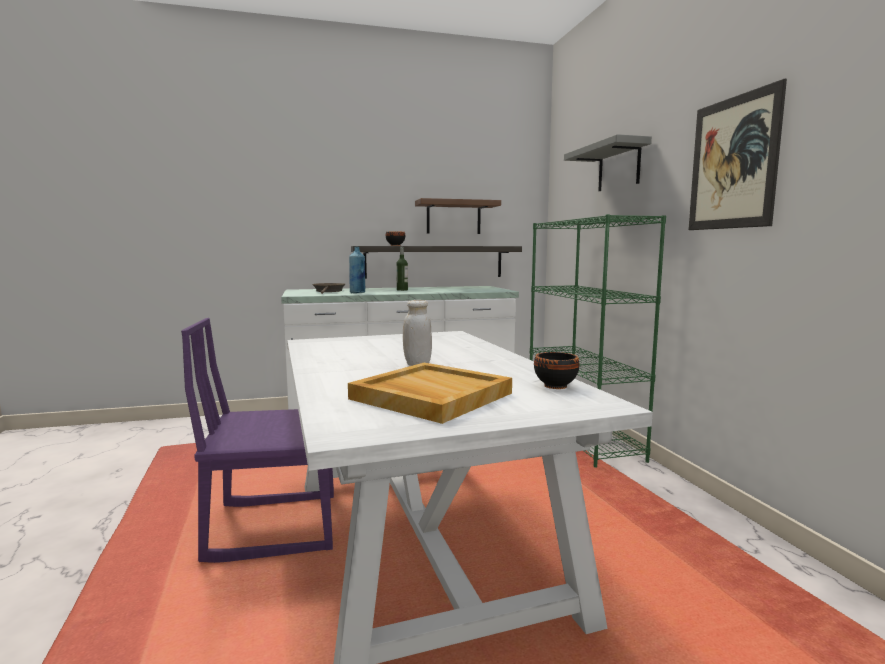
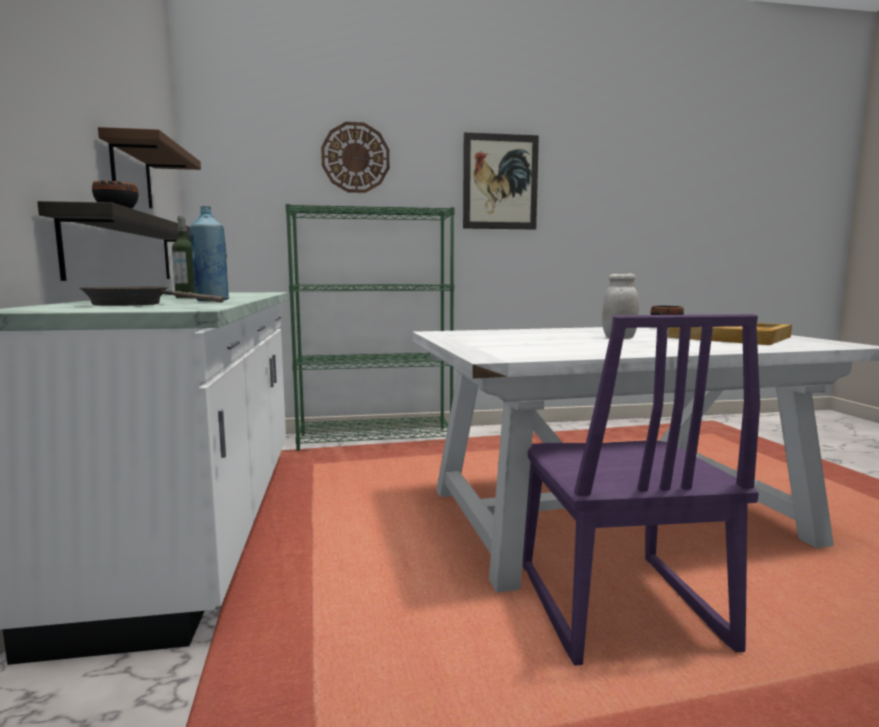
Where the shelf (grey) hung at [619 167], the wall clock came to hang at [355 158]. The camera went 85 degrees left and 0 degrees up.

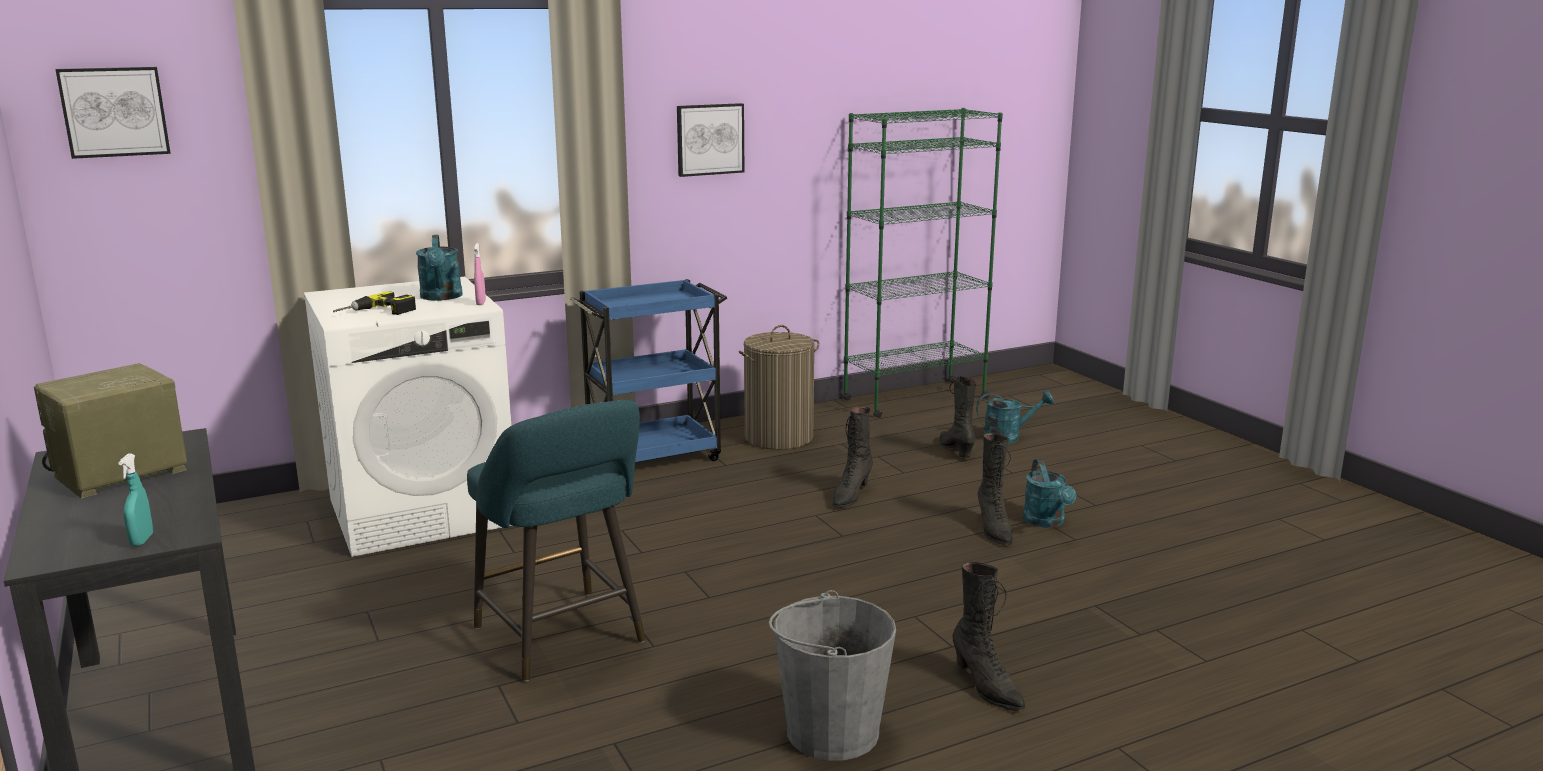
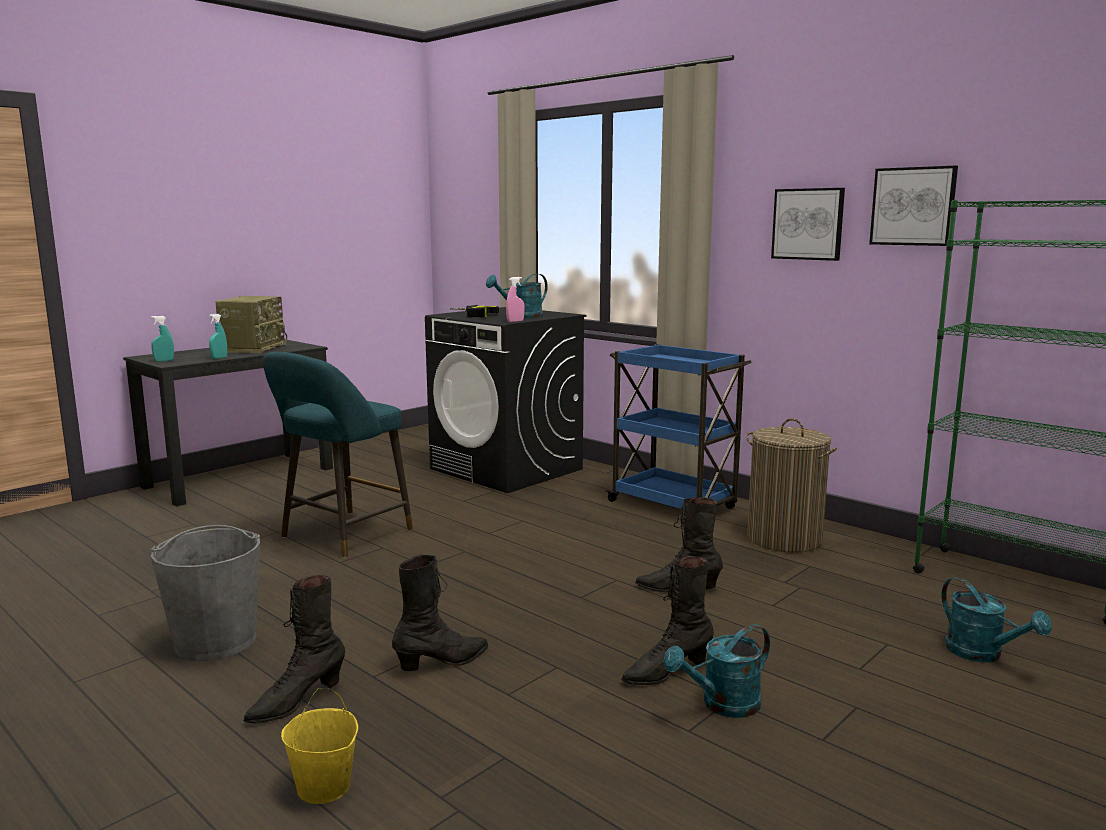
The second view gained the spray bottle (turquoise) at [219 358]. The second view gained the bucket (yellow) at [324 787]. The picture ended up elsewhere, having gone from [114 112] to [913 206]. The boot (black) ended up elsewhere, having gone from [956 450] to [443 662]. What was the washing machine (white) at [423 511] turned into the washing machine (black) at [507 469]. The radio at [119 474] ended up facing another way, 75 degrees clockwise from before. The camera went 70 degrees right and 5 degrees down.

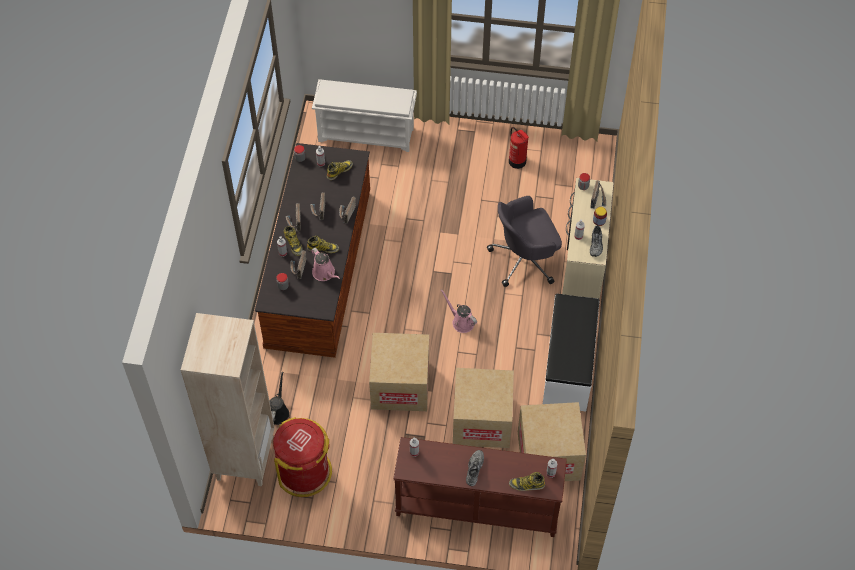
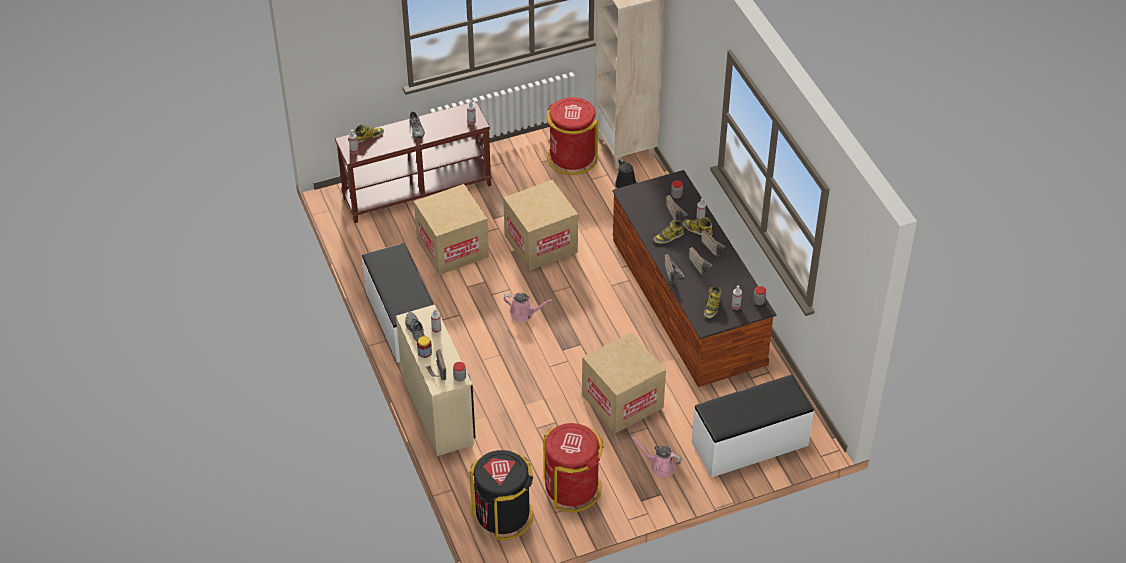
The second view lost the office chair (grey) at [525 259]. The second view gained the trash can (black) at [503 515]. The watering can (pink) ended up elsewhere, having gone from [325 273] to [660 466]. The cardboard box ended up elsewhere, having gone from [548 456] to [622 401]. Where the shoe rack (white) stood at [367 134], the bench (white) came to stand at [750 444]. Where the fire extinguisher stood at [517 162], the trash can (red) came to stand at [572 488]. The camera went 150 degrees right and 10 degrees down.

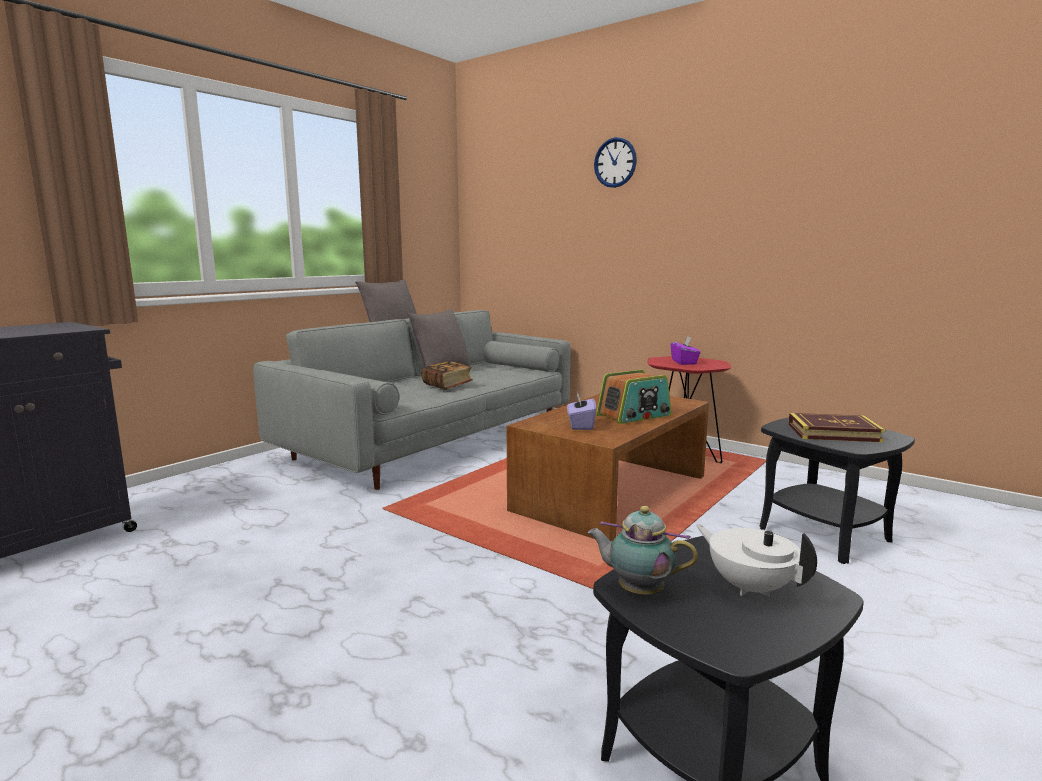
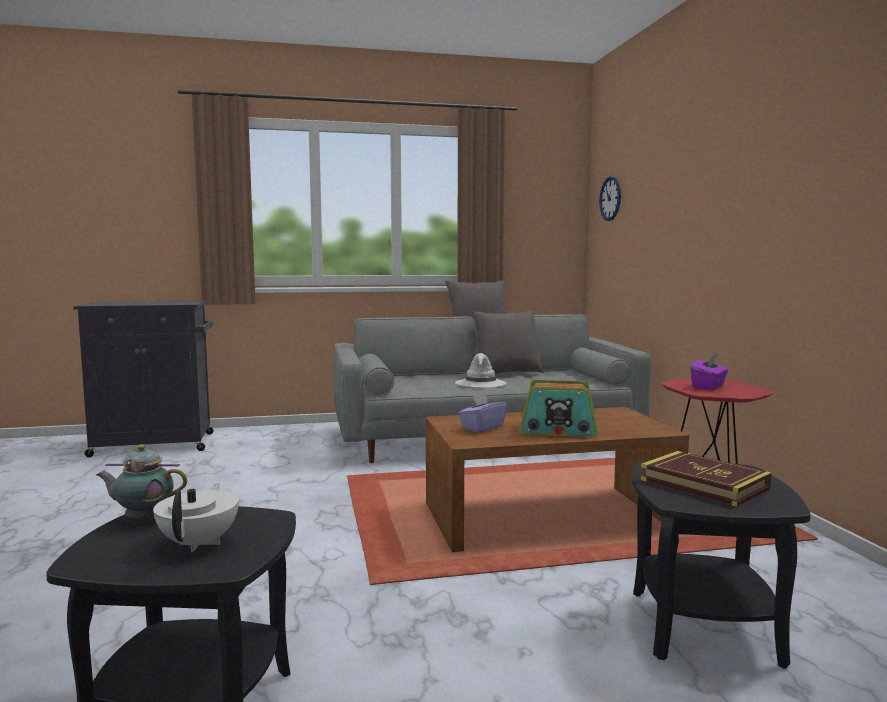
The wall clock ended up elsewhere, having gone from [615 162] to [610 198]. Where the book stood at [447 386], the hat (white) came to stand at [481 383]. The teapot at [637 591] ended up facing another way, 60 degrees counterclockwise from before. The camera went 40 degrees right and 5 degrees down.

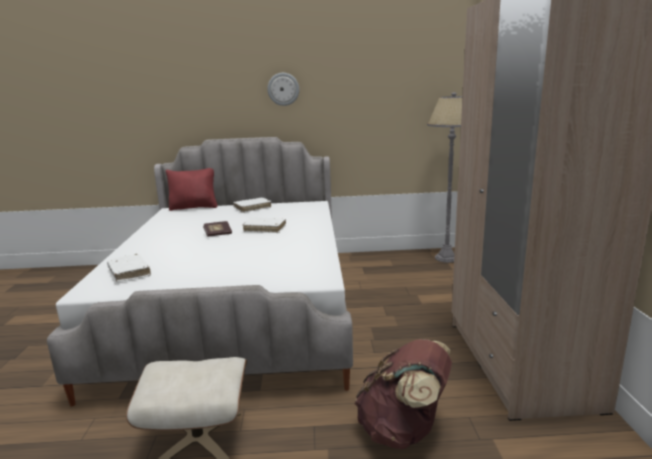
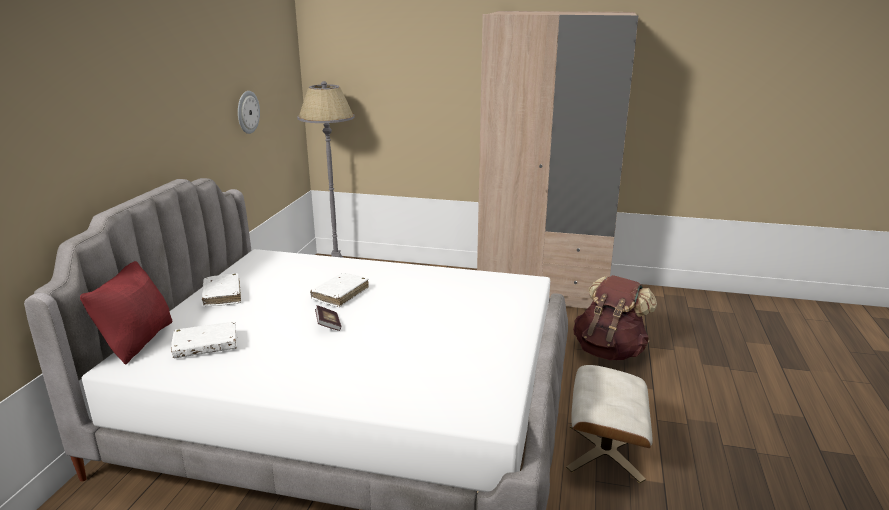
The book (white) ended up elsewhere, having gone from [129 273] to [206 346]. The wall clock ended up elsewhere, having gone from [283 89] to [247 112]. The camera went 75 degrees left and 5 degrees up.

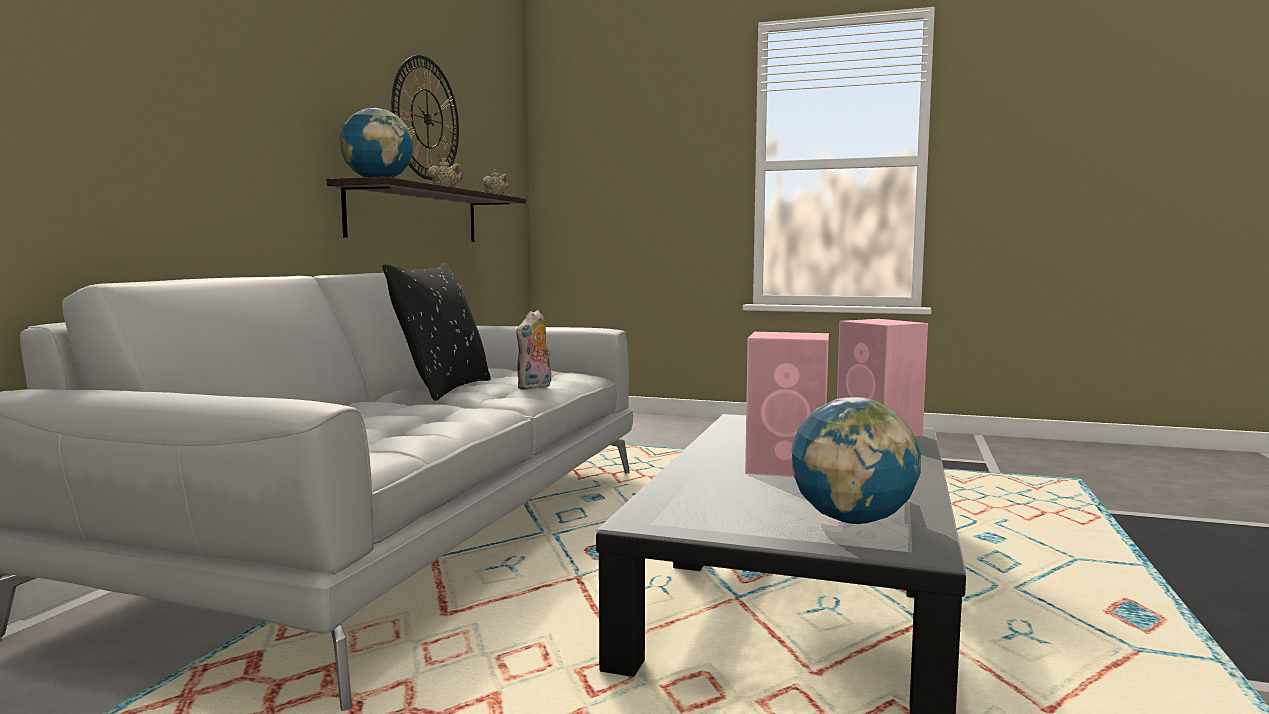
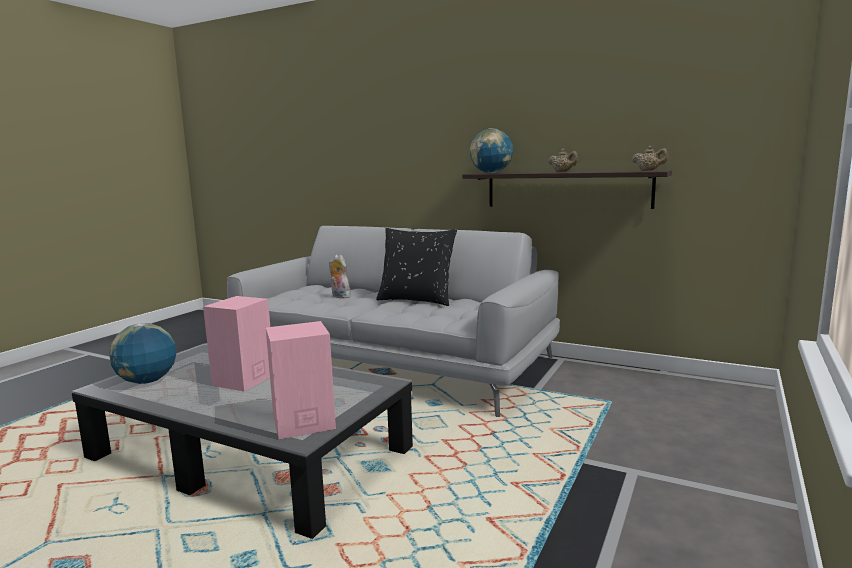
The second view lost the wall clock at [426 119]. The plush toy ended up elsewhere, having gone from [535 387] to [339 296]. The camera went 100 degrees right and 5 degrees up.

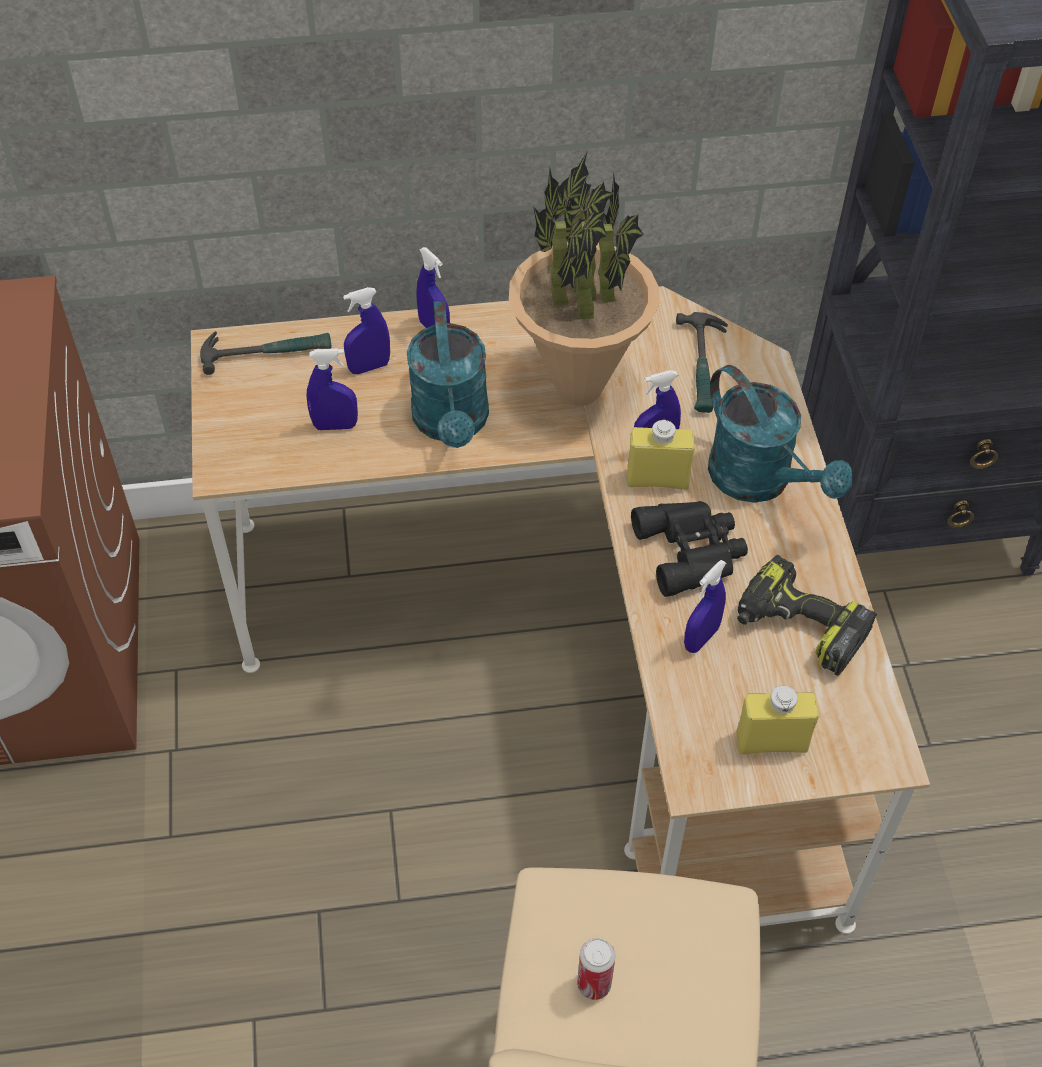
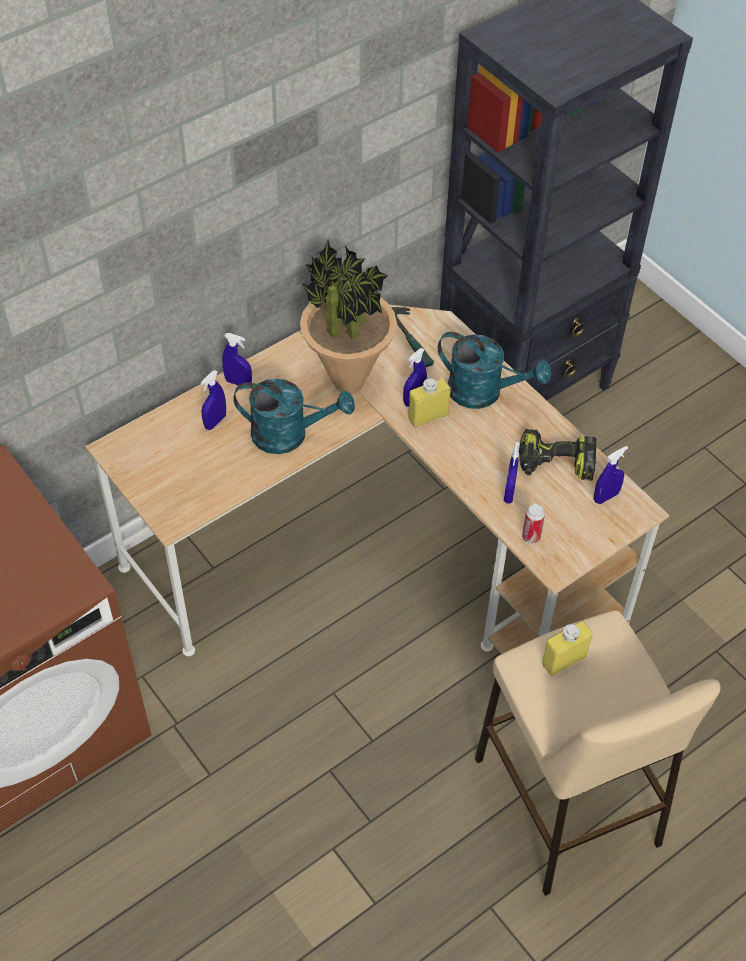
The second view lost the hammer at [267 352]. The second view lost the binoculars (black) at [692 550]. The spray bottle (blue) ended up elsewhere, having gone from [335 425] to [606 497]. The can ended up elsewhere, having gone from [594 984] to [531 537]. The bottle (yellow) ended up elsewhere, having gone from [771 742] to [564 660]. The watering can (turquoise) at [452 424] ended up facing another way, 45 degrees counterclockwise from before. The camera went 30 degrees left and 0 degrees up.

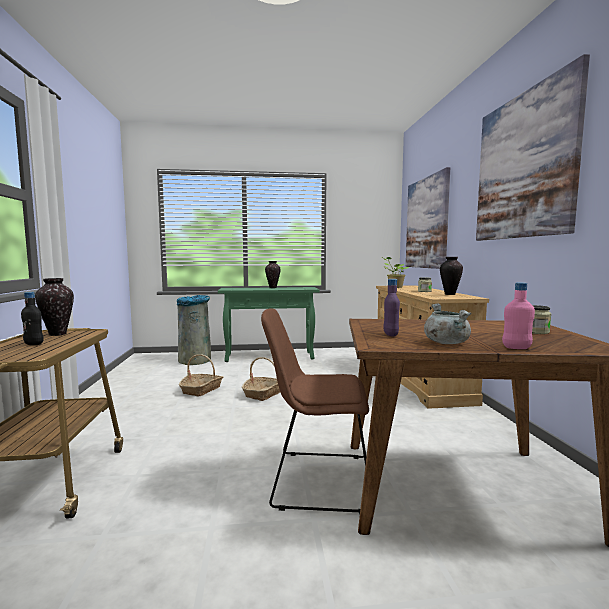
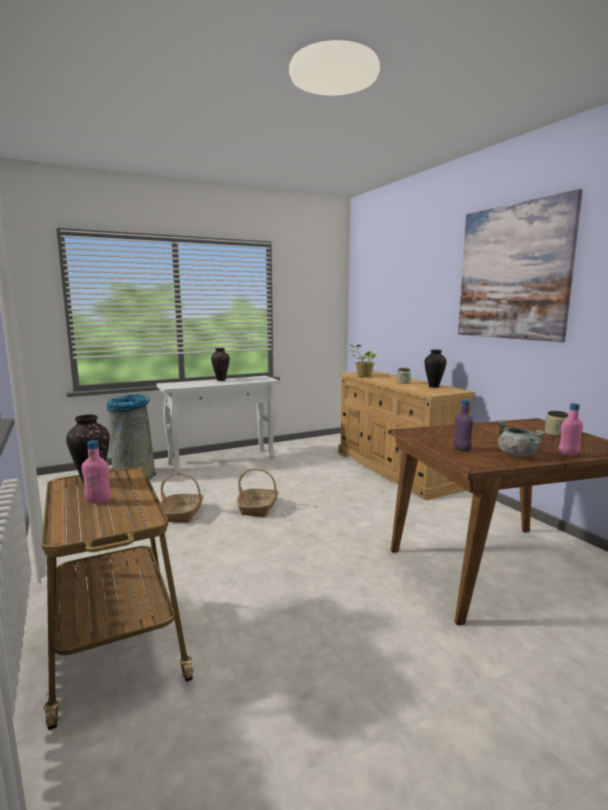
The second view lost the chair (brown) at [317 480]. The second view lost the picture at [426 223]. What was the bottle (black) at [34 344] turned into the bottle (pink) at [98 501]. What was the console table (green) at [270 357] turned into the console table (white) at [223 461]. The camera went 20 degrees left and 5 degrees up.

